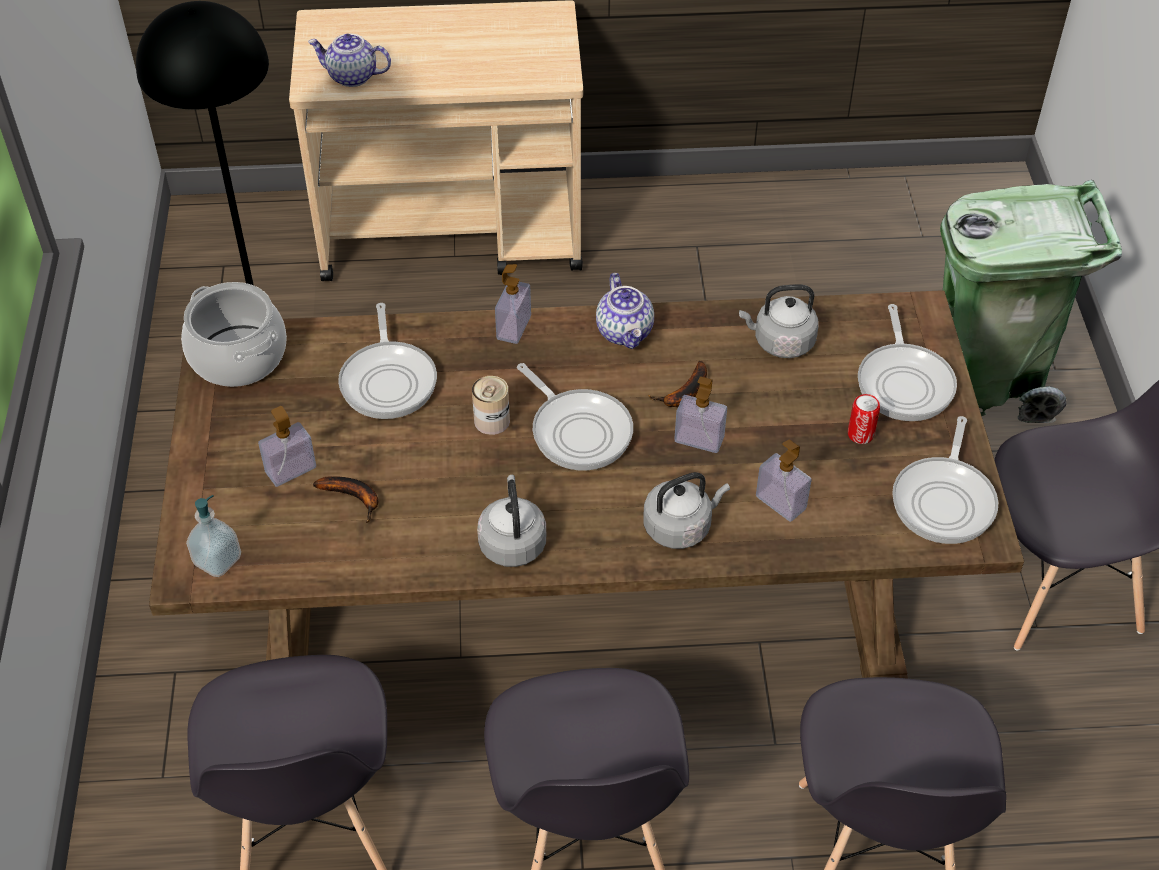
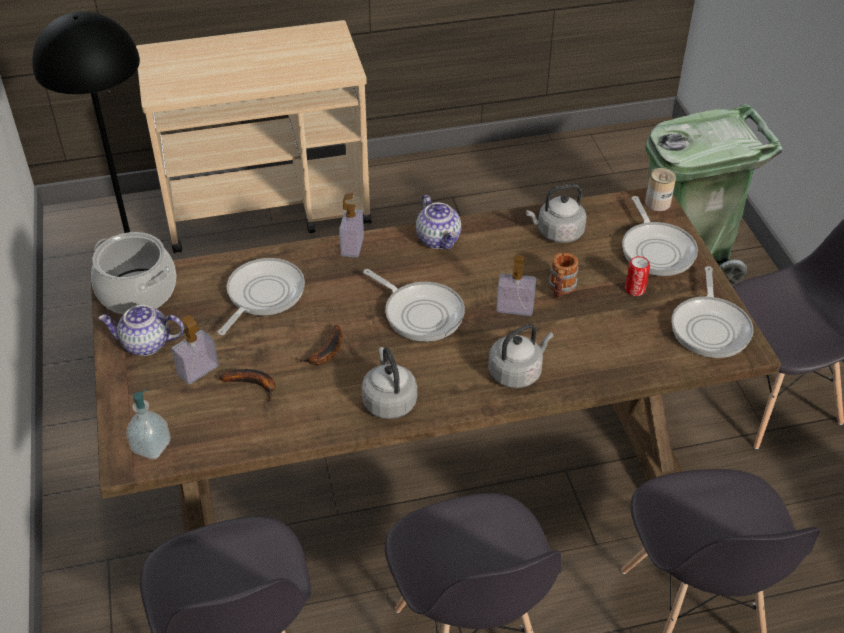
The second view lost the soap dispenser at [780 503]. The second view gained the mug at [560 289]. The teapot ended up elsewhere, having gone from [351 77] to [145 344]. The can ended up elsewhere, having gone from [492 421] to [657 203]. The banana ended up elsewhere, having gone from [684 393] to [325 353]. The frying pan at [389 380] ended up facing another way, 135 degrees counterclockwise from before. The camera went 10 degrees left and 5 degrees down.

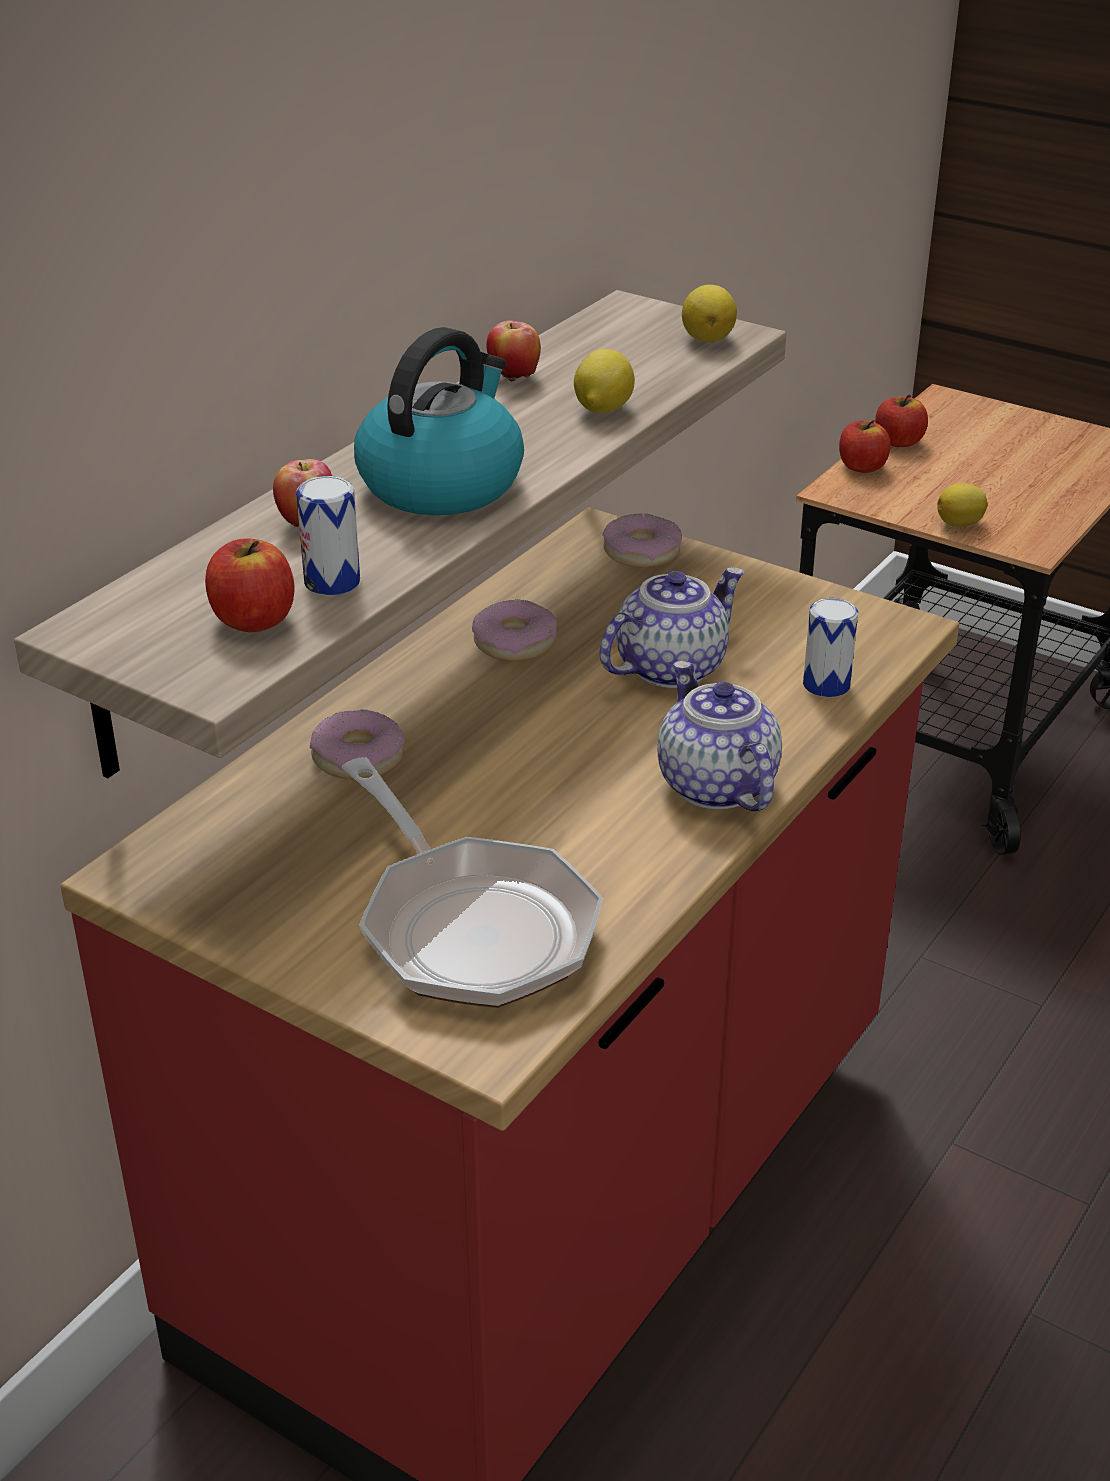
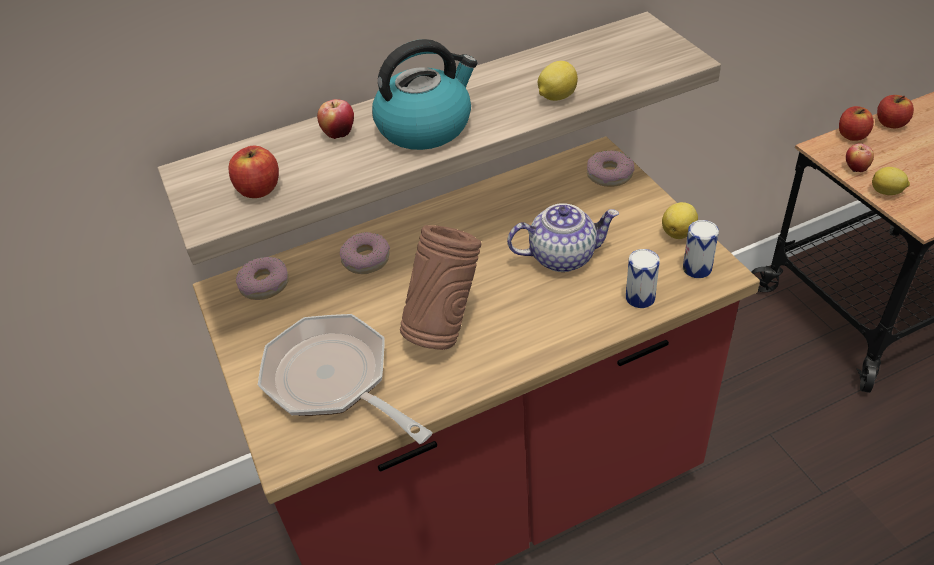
The second view lost the teapot at [714 785]. The second view gained the vase (brown) at [444 327]. The can ended up elsewhere, having gone from [332 582] to [697 268]. The donut ended up elsewhere, having gone from [515 643] to [264 284]. The apple ended up elsewhere, having gone from [513 377] to [855 169]. The lemon ended up elsewhere, having gone from [708 338] to [679 232]. The frying pan at [470 925] ended up facing another way, 135 degrees clockwise from before. The camera went 35 degrees right and 10 degrees up.

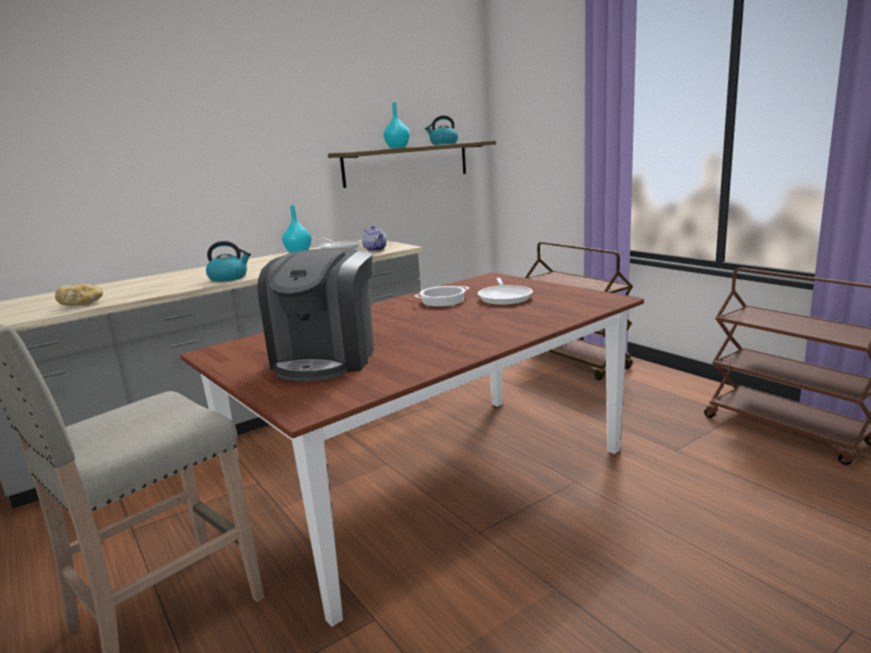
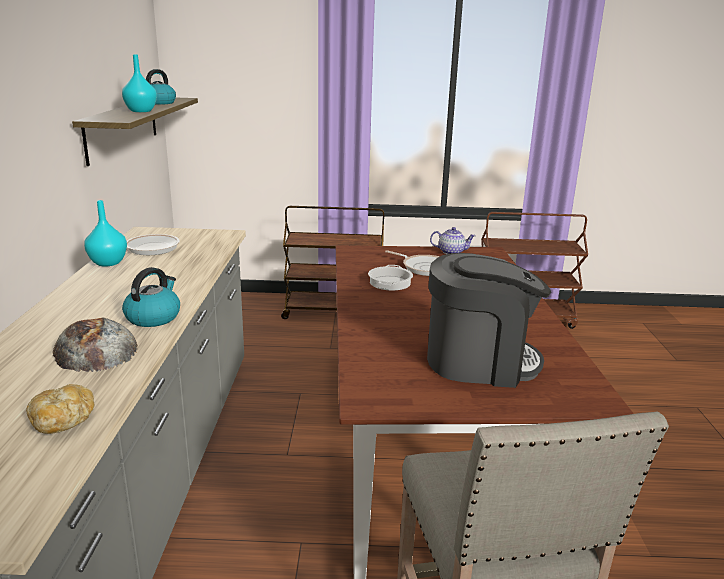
The second view gained the bread at [95 349]. The teapot ended up elsewhere, having gone from [375 249] to [451 252]. The coffee machine at [326 358] ended up facing another way, 45 degrees counterclockwise from before. The camera went 55 degrees left and 5 degrees up.

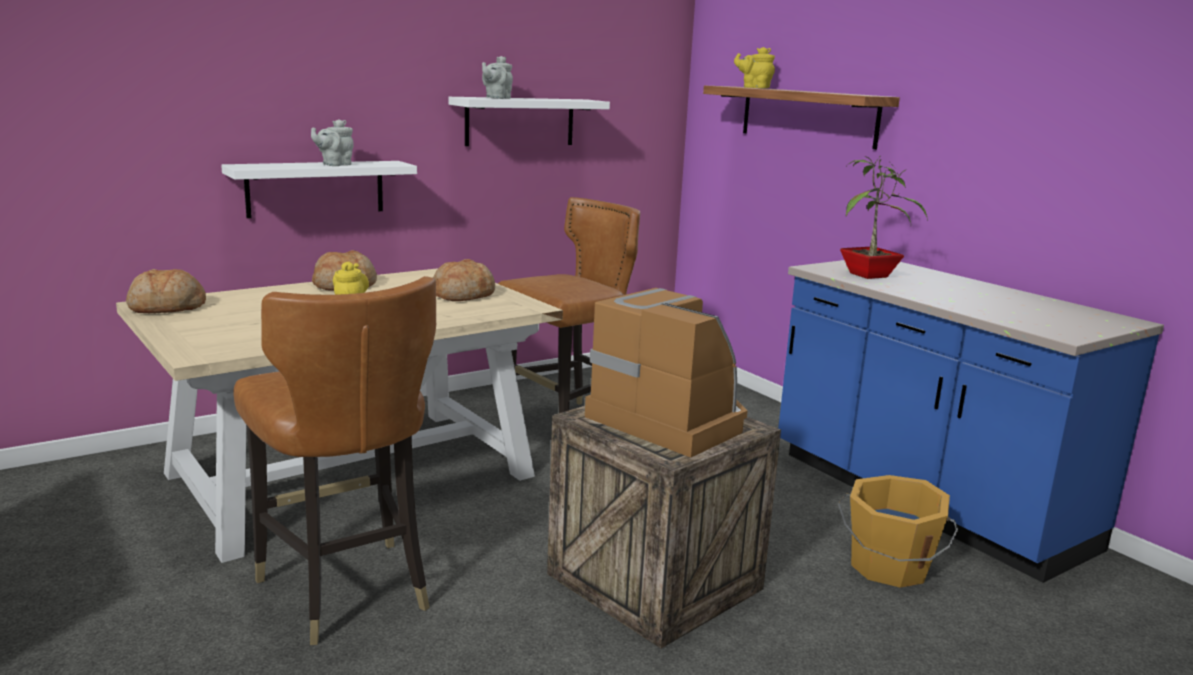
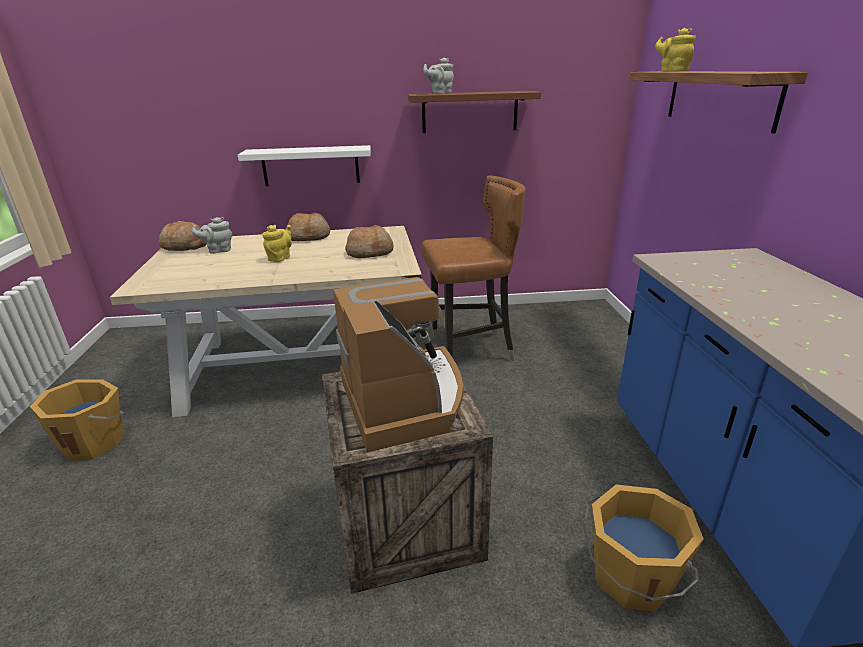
The second view lost the chair (brown) at [345 590]. The second view lost the potted plant at [870 275]. The second view gained the bucket (orange) at [95 442]. The teapot (grey) ended up elsewhere, having gone from [334 164] to [218 250]. What was the shelf (white) at [520 121] turned into the shelf (brown) at [469 112]. The camera went 30 degrees right and 10 degrees up.

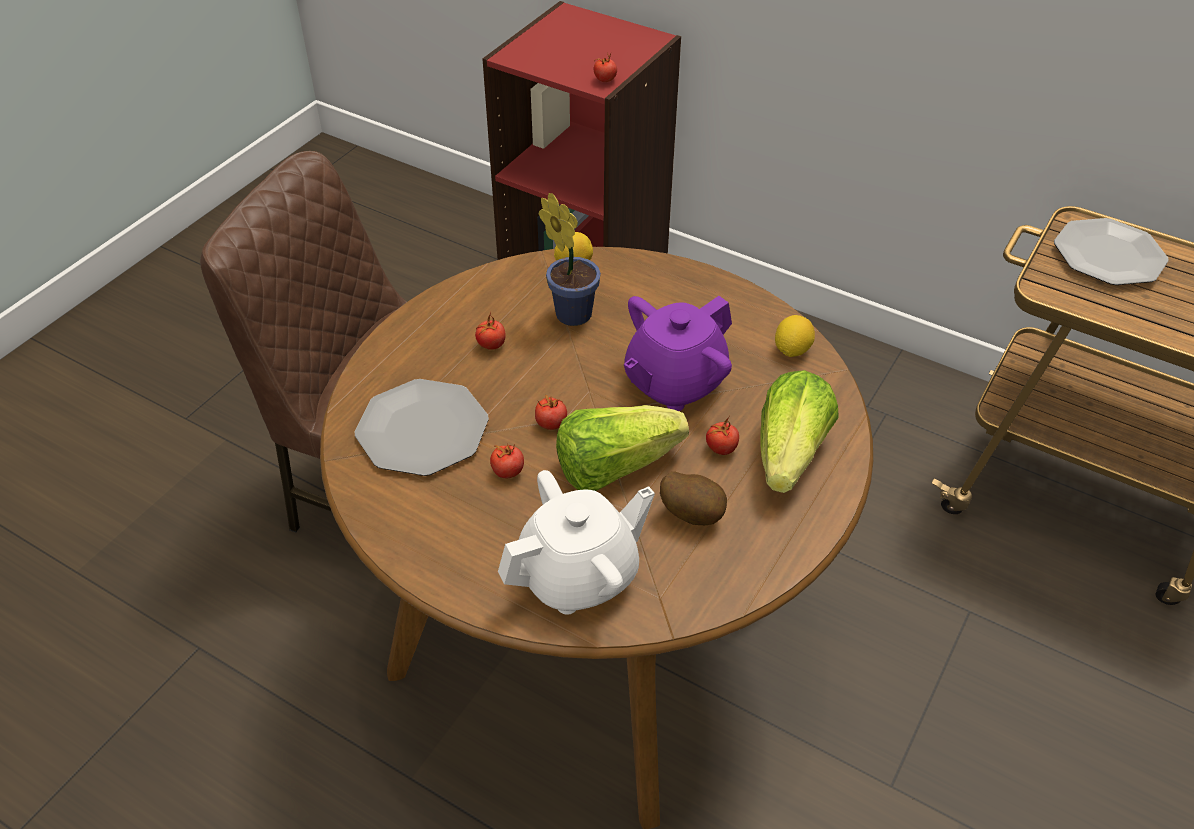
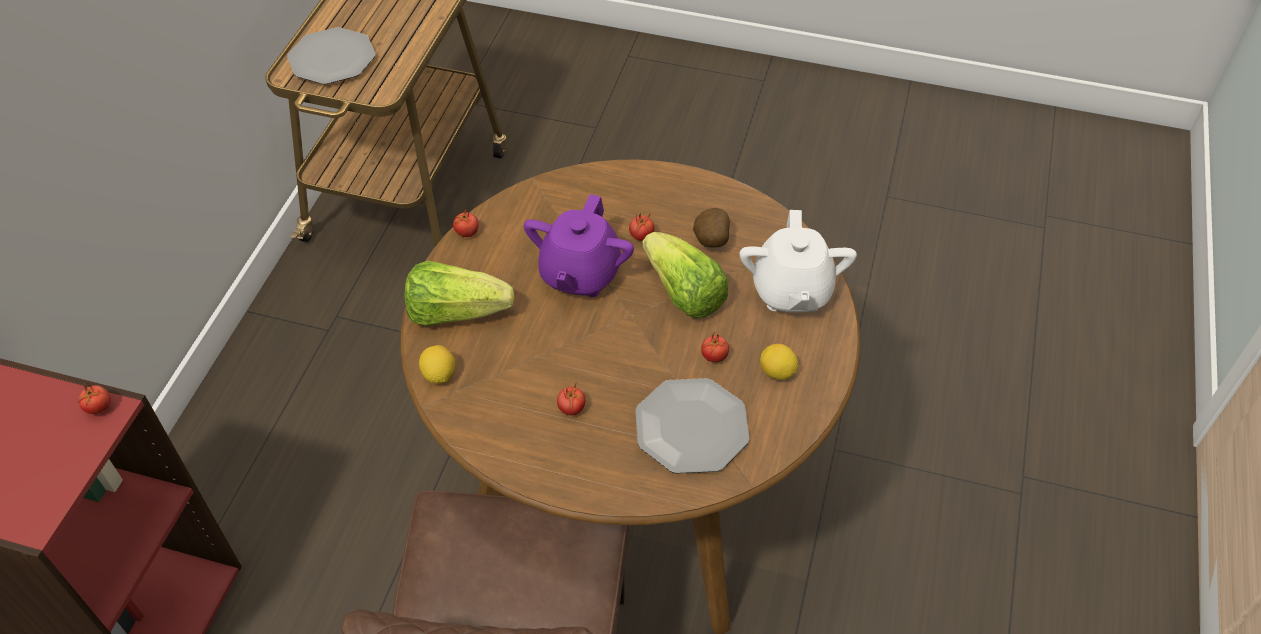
The second view lost the potted plant at [570 312]. The tomato ended up elsewhere, having gone from [551 423] to [467 232]. The lettuce ended up elsewhere, having gone from [790 453] to [455 312]. The lemon ended up elsewhere, having gone from [792 350] to [777 372]. The teapot (white) at [579 576] ended up facing another way, 135 degrees counterclockwise from before. The teapot (purple) at [674 383] ended up facing another way, 75 degrees clockwise from before. The camera went 105 degrees left and 5 degrees up.

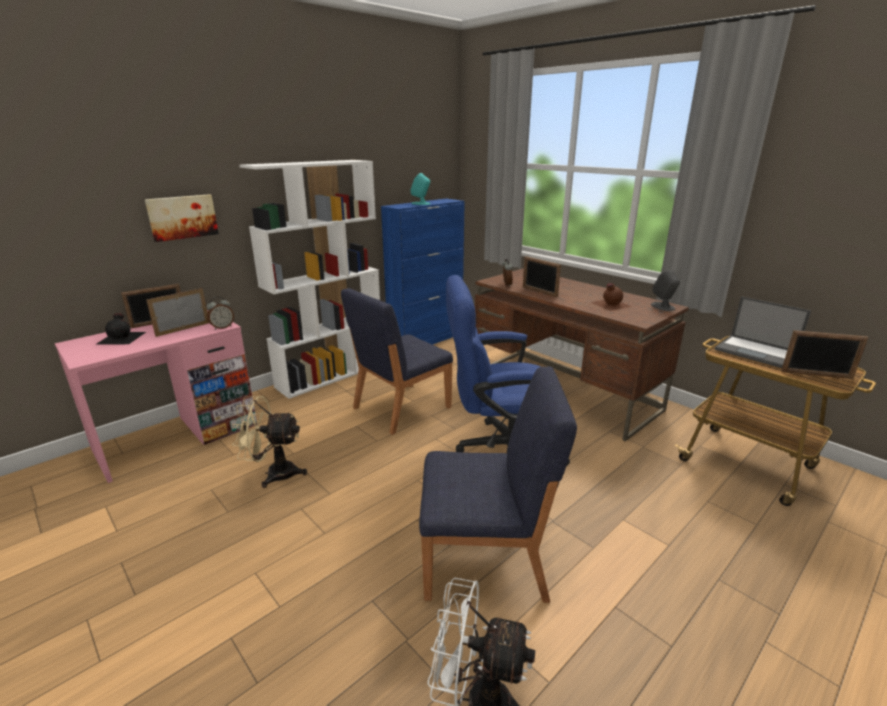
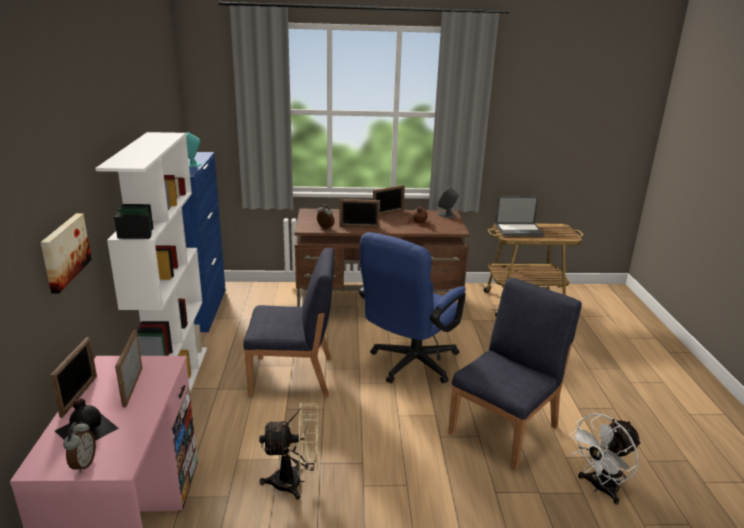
The alarm clock ended up elsewhere, having gone from [222 327] to [83 464]. The picture frame ended up elsewhere, having gone from [816 375] to [388 213]. The fan (beige) at [274 473] ended up facing another way, 135 degrees counterclockwise from before. The chair (blue) at [400 408] ended up facing another way, 90 degrees counterclockwise from before. The camera went 50 degrees left and 0 degrees up.

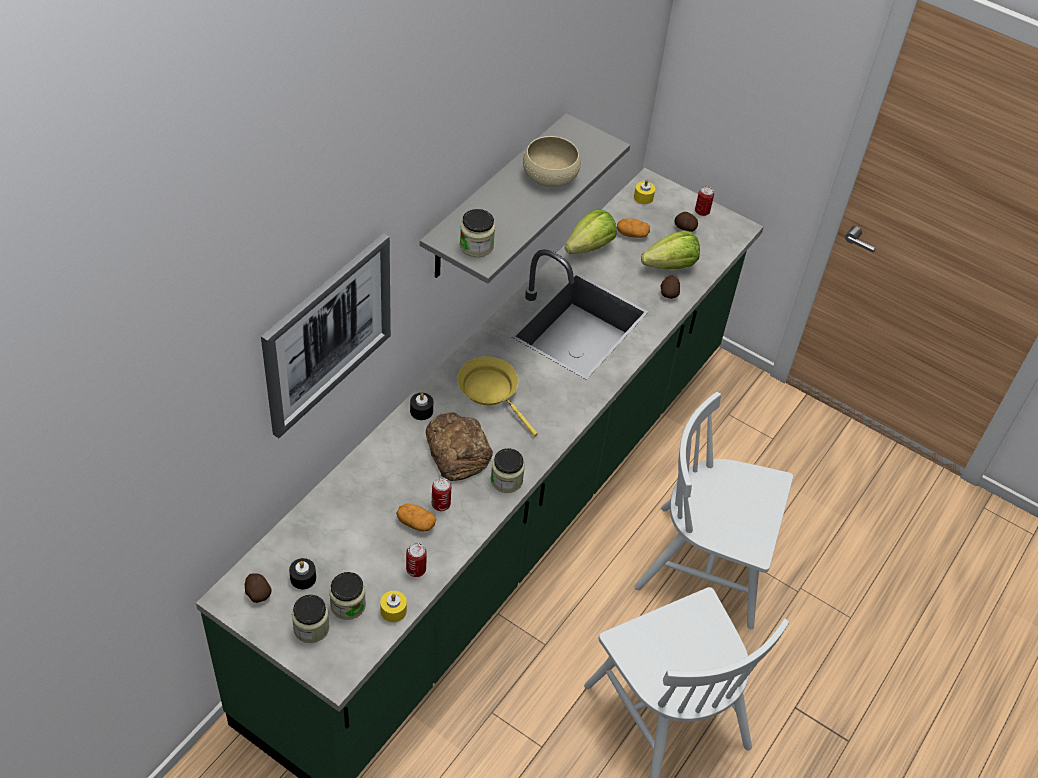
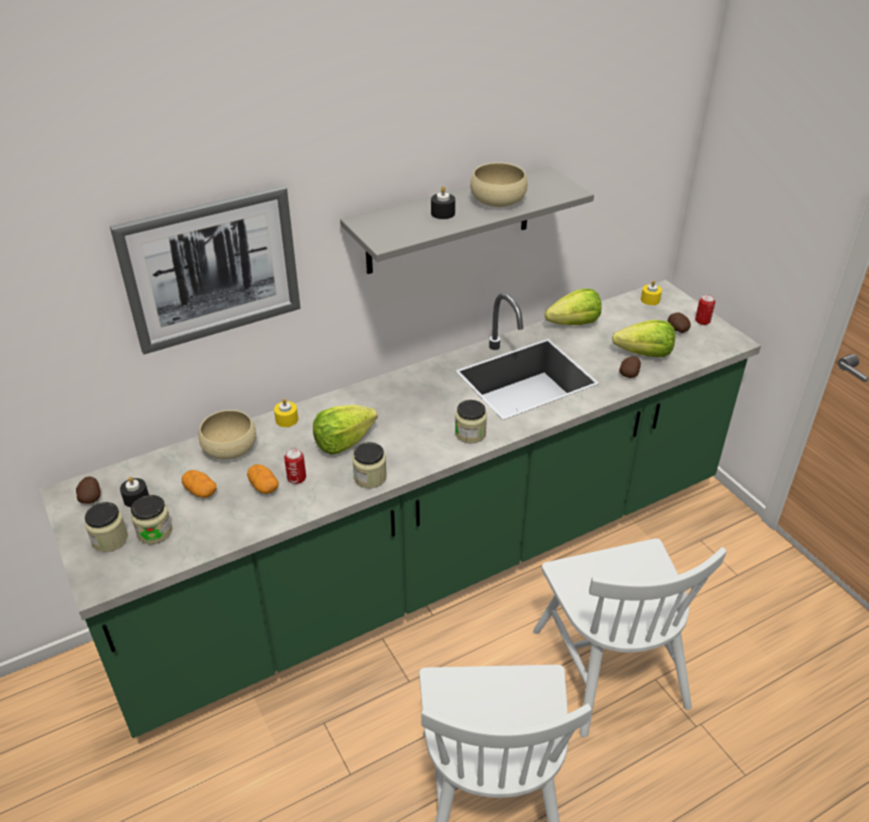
The second view lost the can at [416 569]. The second view lost the frying pan (yellow) at [491 391]. The second view gained the bowl (beige) at [230 447]. The candle (yellow) ended up elsewhere, having gone from [393 610] to [286 419]. The candle (black) ended up elsewhere, having gone from [421 411] to [443 213]. The jar ended up elsewhere, having gone from [476 246] to [470 433]. The potato ended up elsewhere, having gone from [632 234] to [200 491]. Where the bread stood at [457 451], the lettuce came to stand at [343 442]. The chair (white) at [707 565] ended up facing another way, 150 degrees counterclockwise from before. The camera went 30 degrees right and 10 degrees down.

